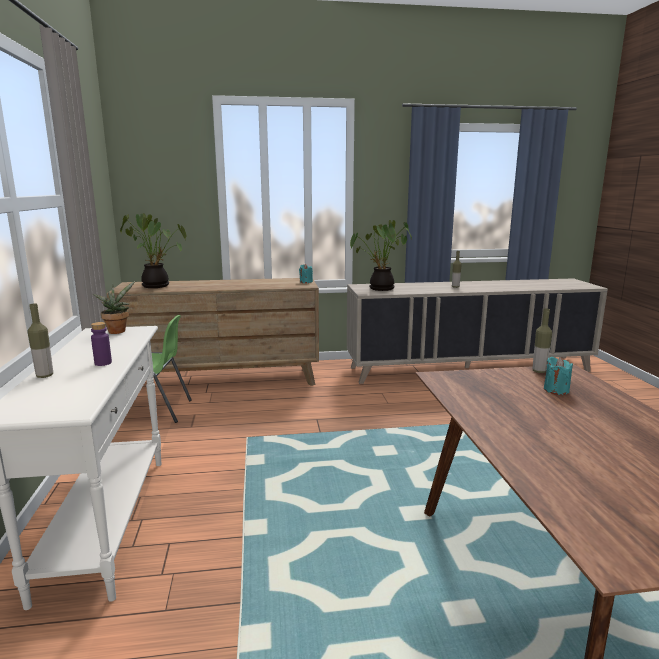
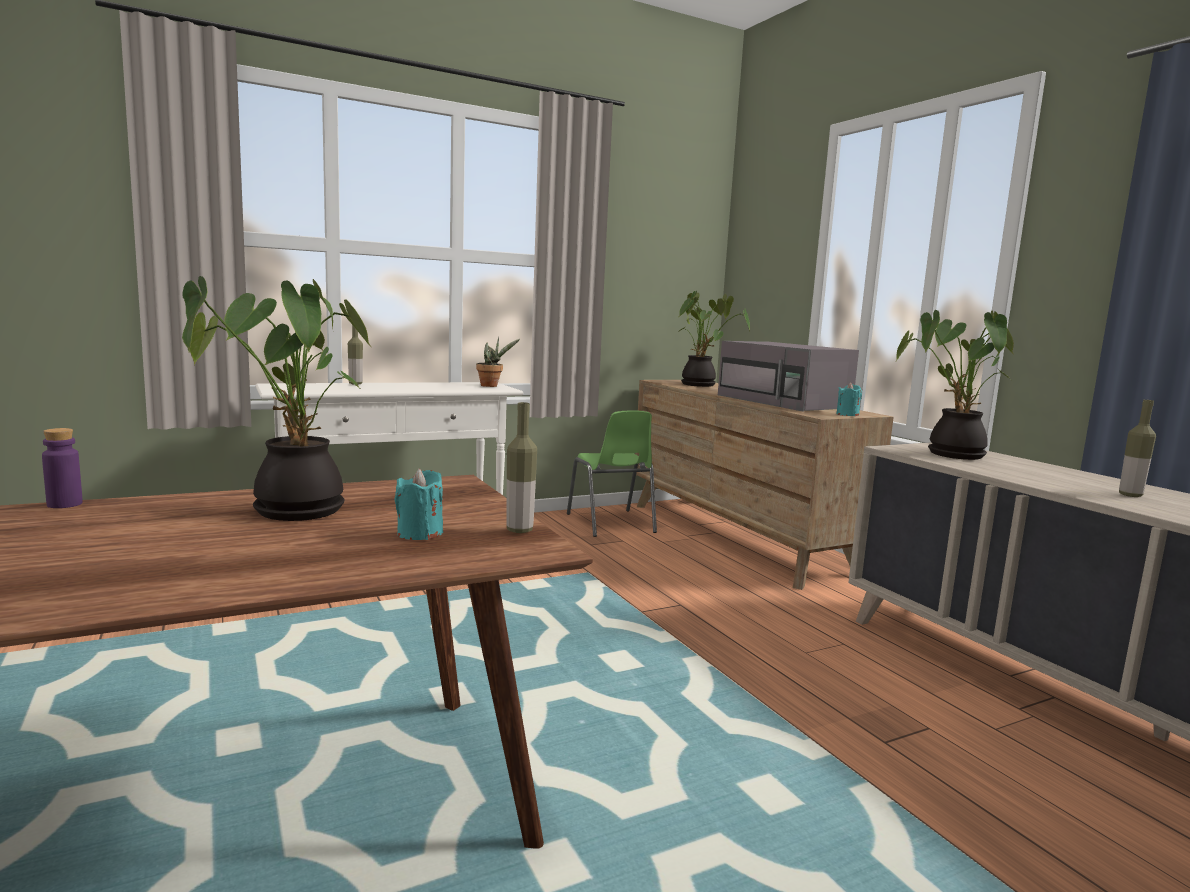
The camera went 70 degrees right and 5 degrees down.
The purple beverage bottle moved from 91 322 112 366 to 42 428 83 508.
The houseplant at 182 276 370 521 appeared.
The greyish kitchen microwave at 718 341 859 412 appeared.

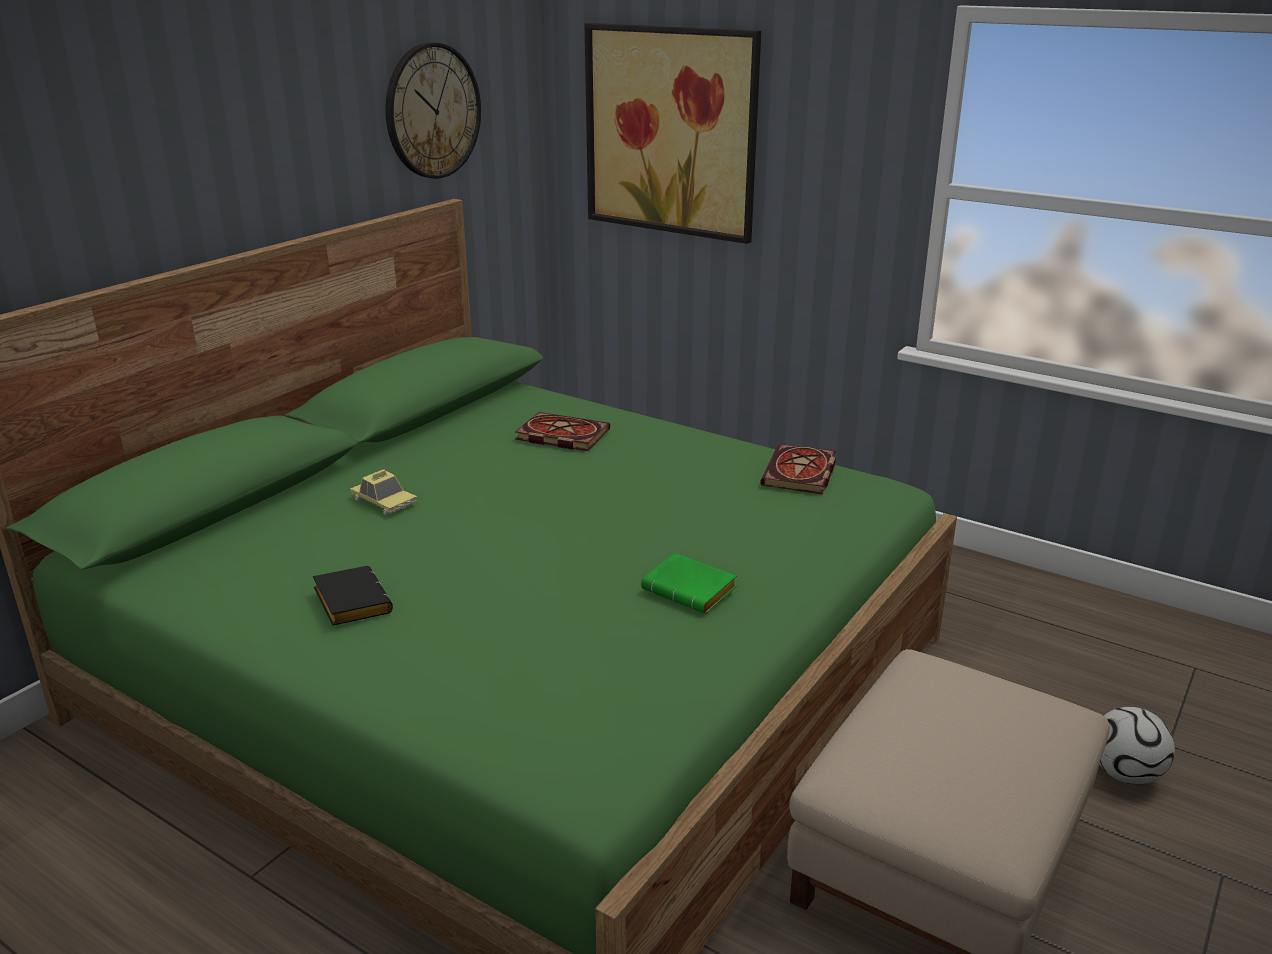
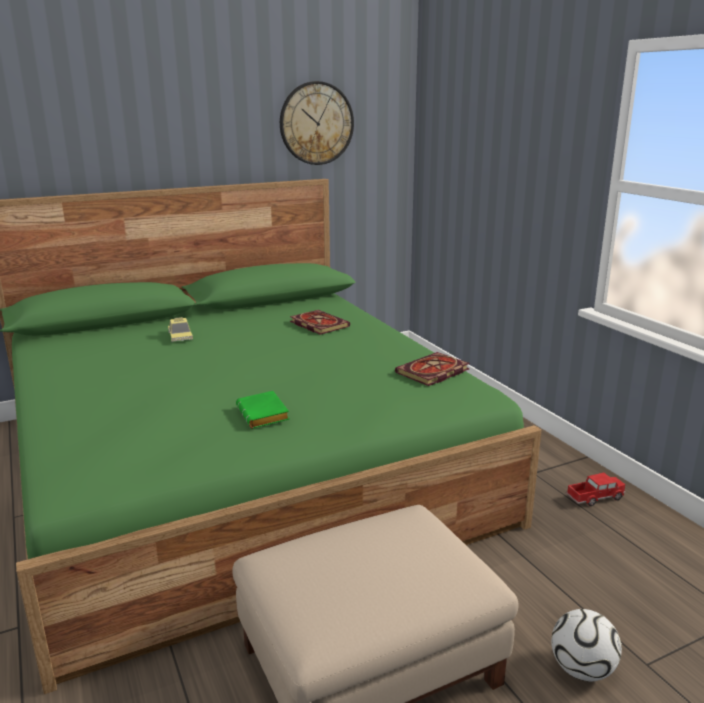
The camera went 30 degrees right and 5 degrees down.
The black-coloured volume at 313 566 393 625 disappeared.
The wall art at 584 23 761 244 disappeared.
The model truck at 566 473 625 506 appeared.

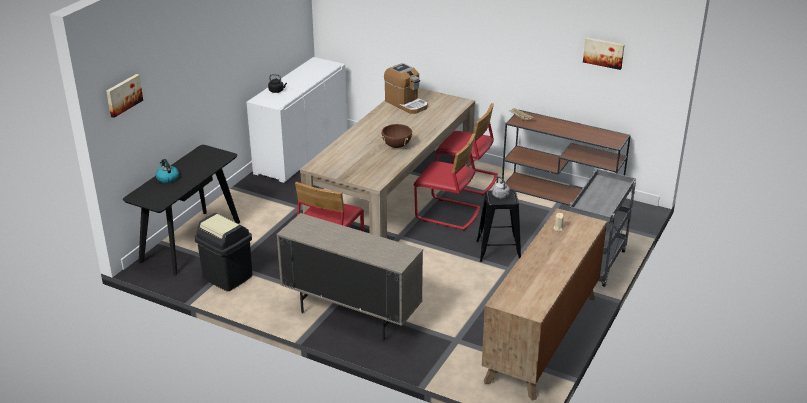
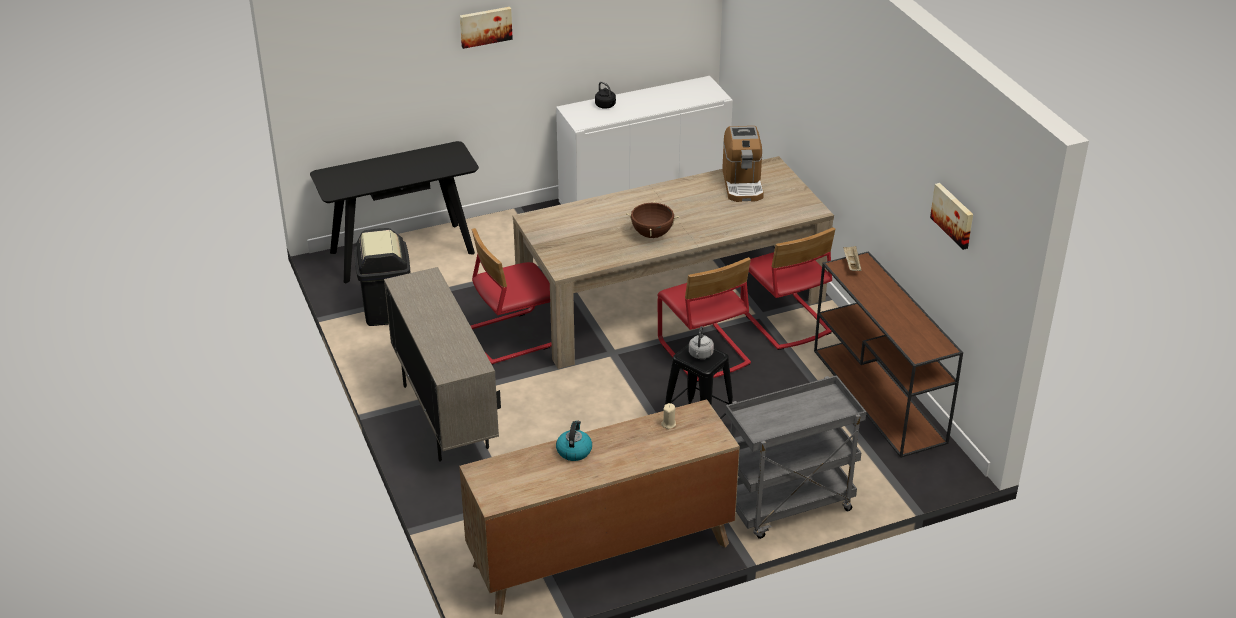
The camera went 40 degrees right and 5 degrees up.
The wall art moved from 106 74 143 118 to 460 7 513 49.
The water kettle moved from 156 159 179 183 to 556 421 592 461.

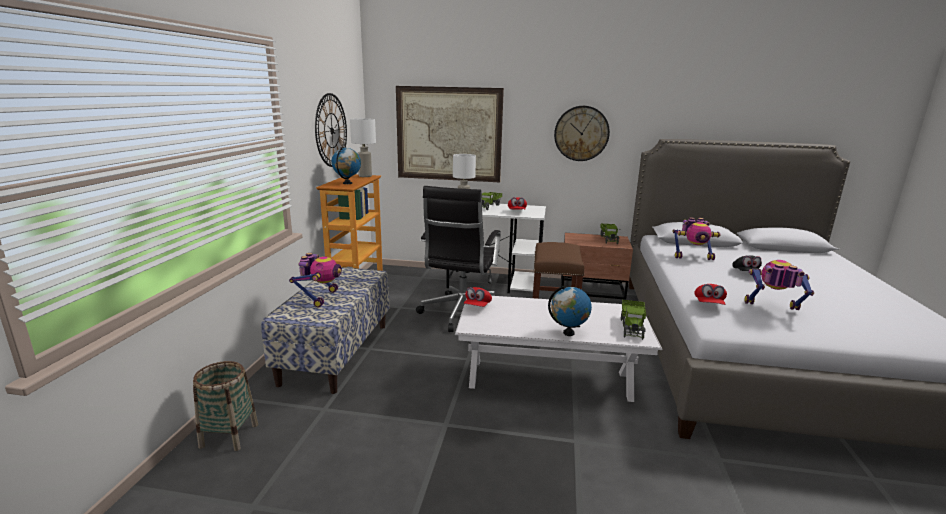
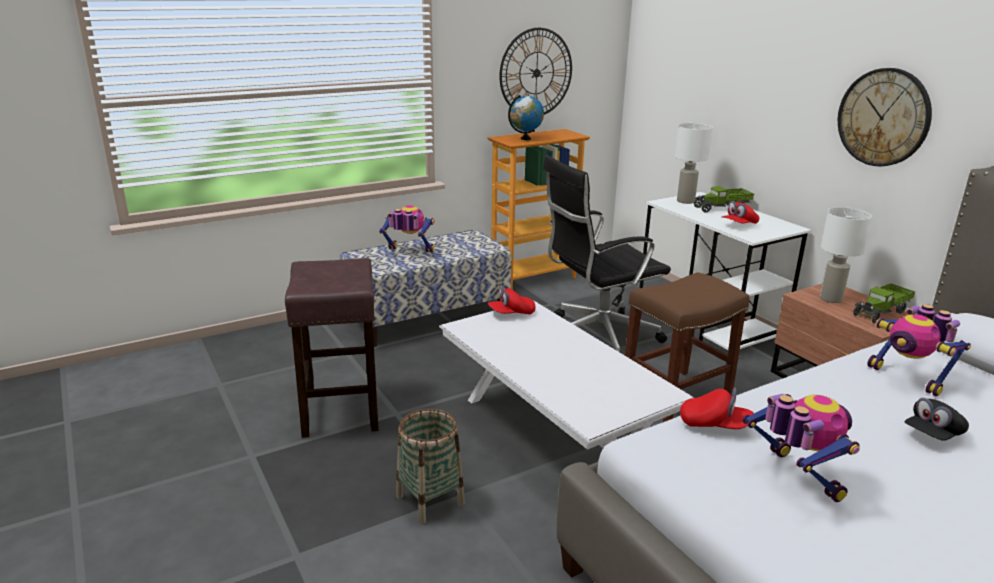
The camera went 50 degrees right and 5 degrees up.
The storage basket moved from 193 361 258 451 to 396 408 465 524.
The robot figure at 289 253 342 307 turned 135 degrees counterclockwise.
The whitish tabletop lamp moved from 350 118 376 177 to 820 207 872 303.
The wall art at 396 86 504 182 disappeared.
The globe at 548 286 592 336 disappeared.
The model truck at 621 300 649 340 disappeared.
The reddish peaked cap at 694 284 727 305 turned 135 degrees counterclockwise.
The brownish stool at 285 258 379 438 appeared.

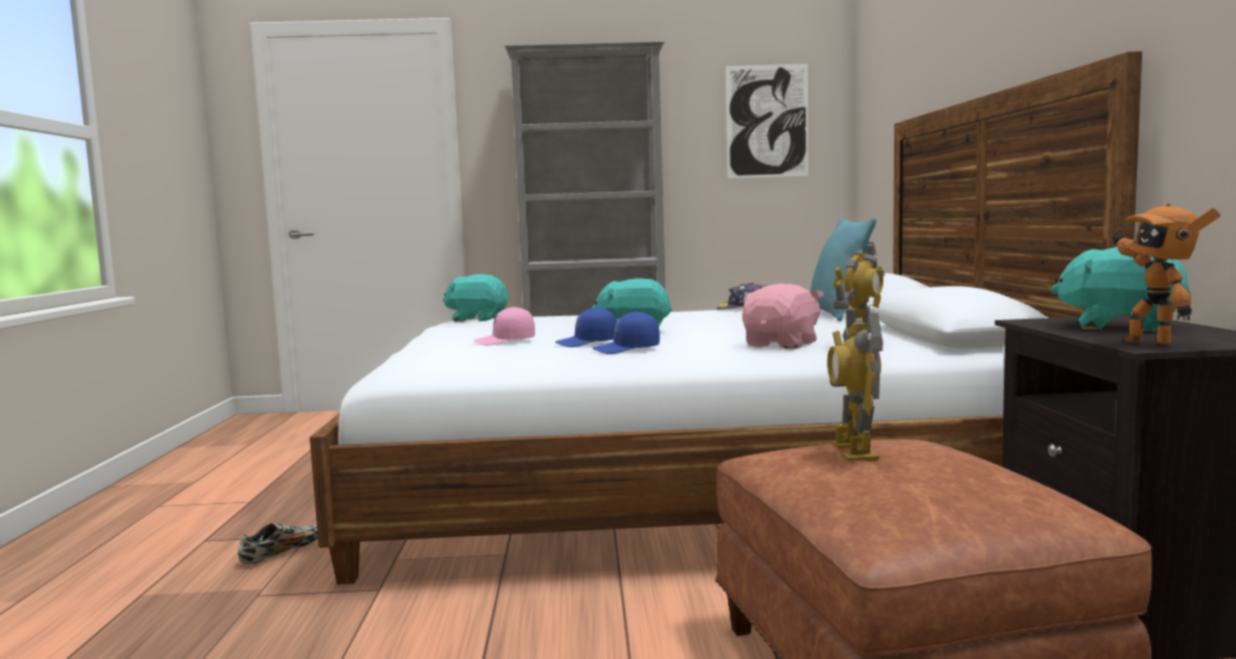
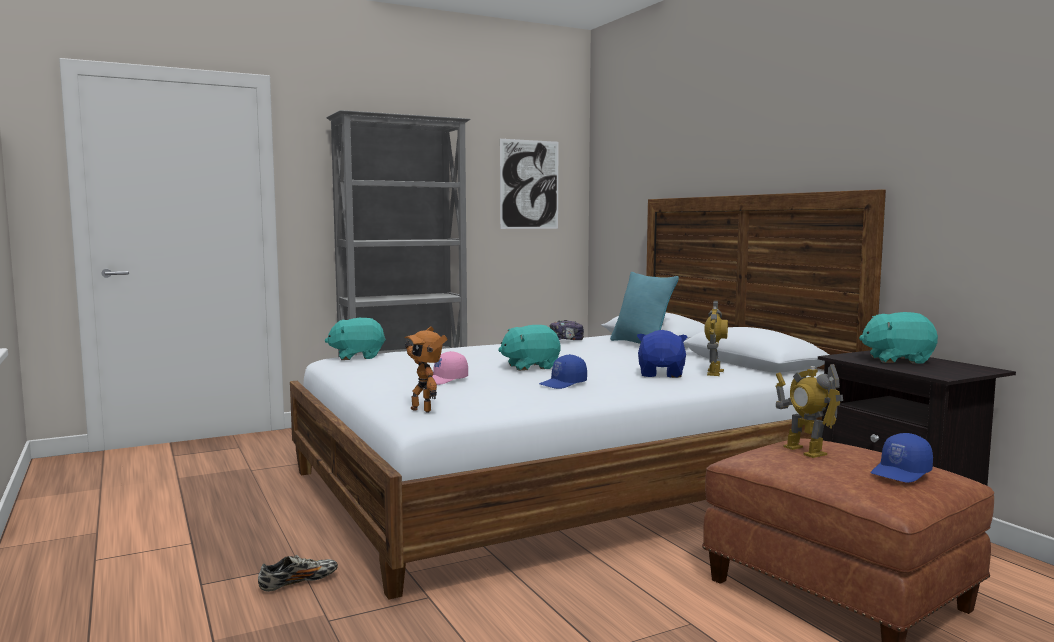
The camera went 25 degrees left and 0 degrees up.
The shoe at 238 522 318 565 turned 45 degrees clockwise.
The bluish peaked cap moved from 555 307 617 347 to 871 433 933 483.
The pink-coloured plush toy at 742 283 824 349 became the bluish plush toy at 637 330 688 378.
The robot figure moved from 1110 203 1220 346 to 404 326 448 413.

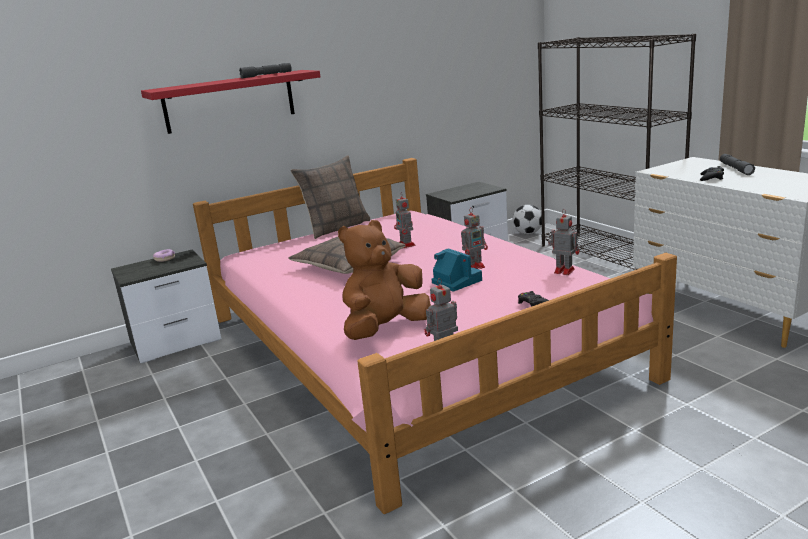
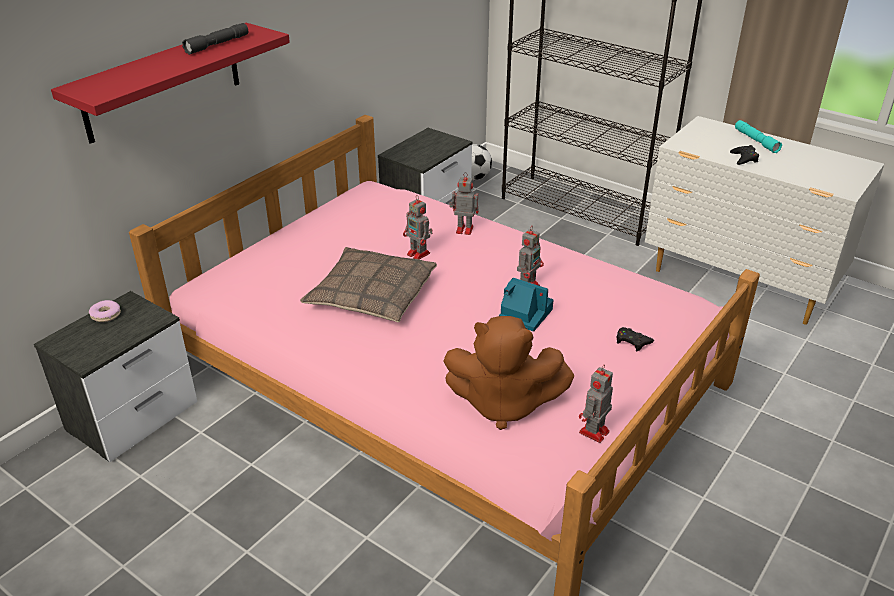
The camera went 25 degrees left and 15 degrees up.
The throw pillow at 291 155 371 239 disappeared.
The brownish plush toy at 338 220 431 340 turned 105 degrees counterclockwise.
The robot figure moved from 548 209 579 275 to 449 172 479 235.
The greyish hand torch at 720 154 755 175 became the blue-green hand torch at 735 120 782 153.

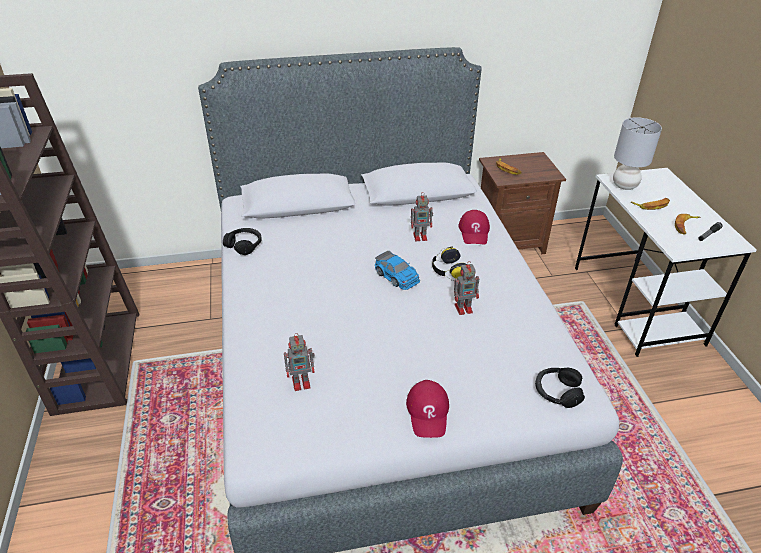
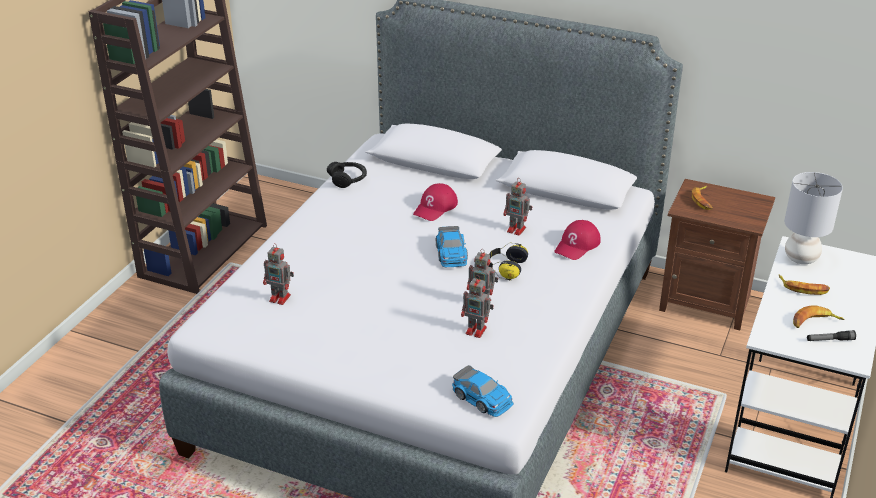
The camera went 35 degrees right and 5 degrees down.
The reddish peaked cap moved from 406 380 449 438 to 413 183 458 221.
The black-coloured headphones at 535 368 585 408 was replaced by the toy car at 452 365 514 417.
The robot figure at 461 275 494 338 appeared.

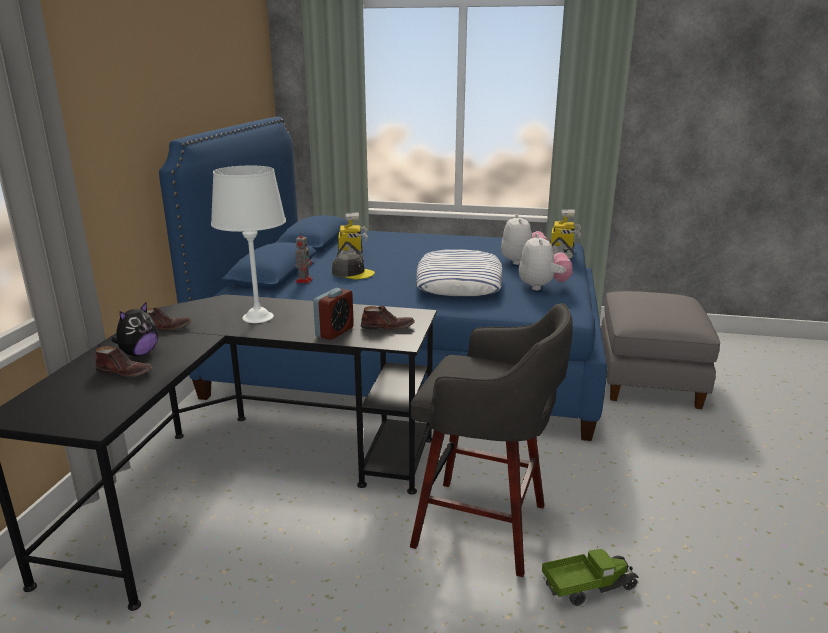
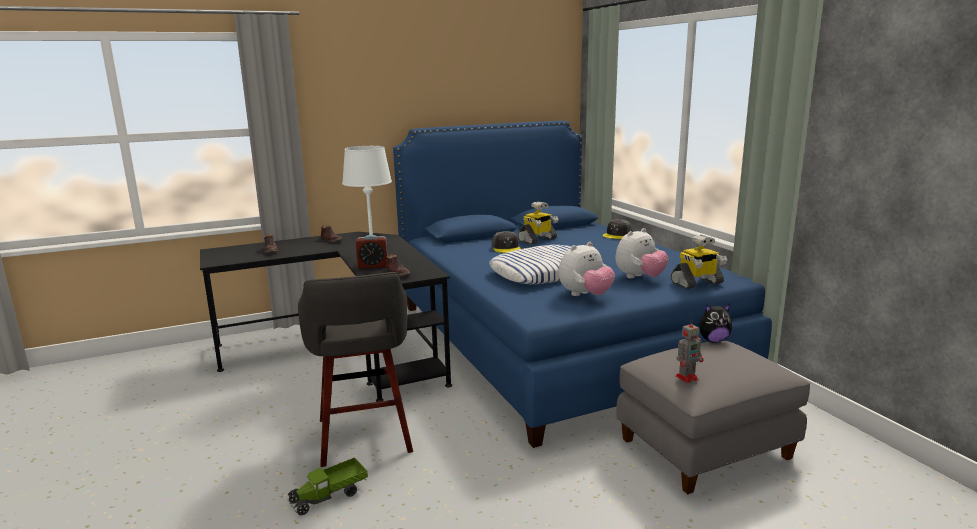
The camera went 55 degrees right and 5 degrees down.
The plush toy moved from 112 302 158 357 to 698 304 732 343.
The robot figure moved from 295 232 312 283 to 675 319 703 383.
The model truck at 542 547 639 606 turned 105 degrees clockwise.
The greyish peaked cap at 603 219 633 239 appeared.

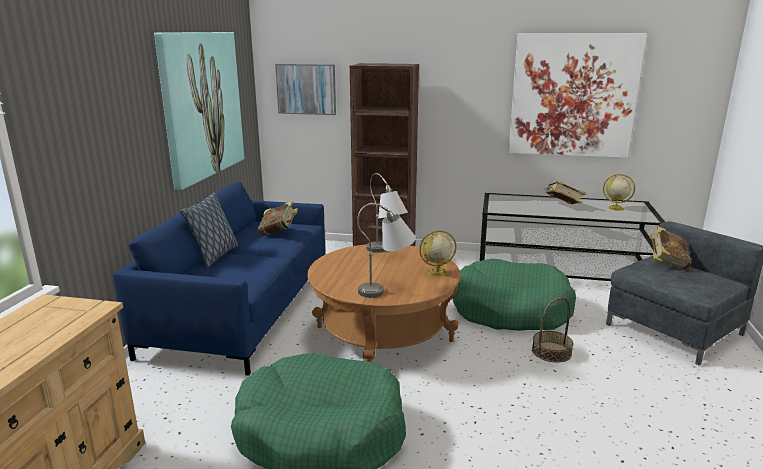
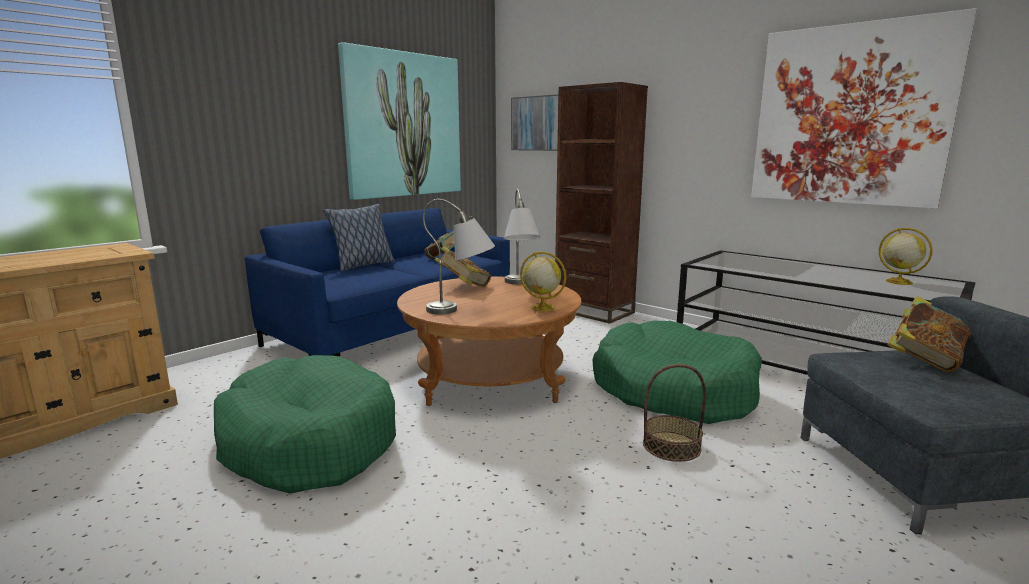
The camera went 30 degrees right and 5 degrees down.
The volume moved from 546 180 586 204 to 435 246 491 287.

